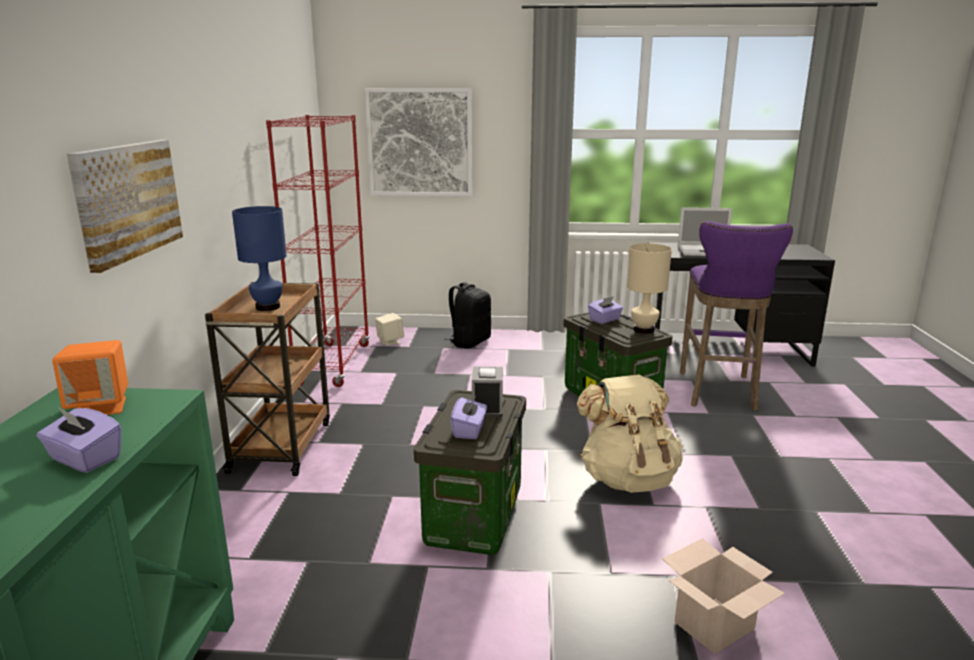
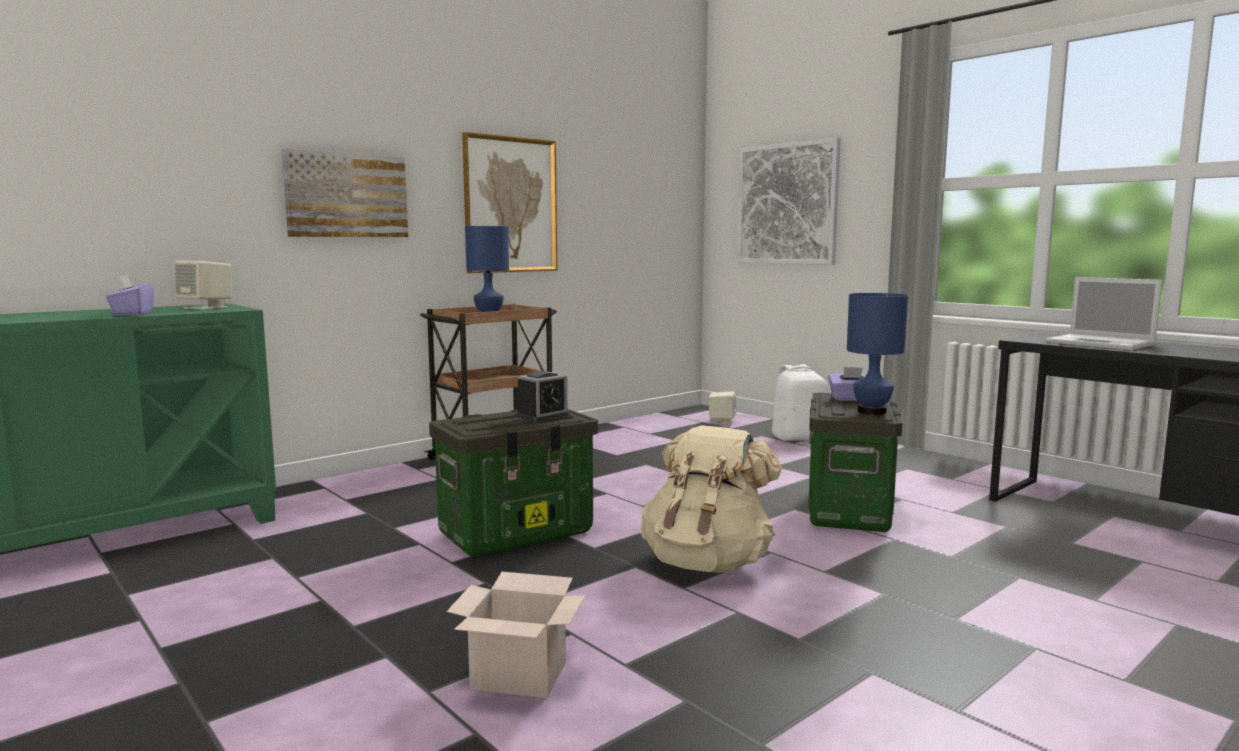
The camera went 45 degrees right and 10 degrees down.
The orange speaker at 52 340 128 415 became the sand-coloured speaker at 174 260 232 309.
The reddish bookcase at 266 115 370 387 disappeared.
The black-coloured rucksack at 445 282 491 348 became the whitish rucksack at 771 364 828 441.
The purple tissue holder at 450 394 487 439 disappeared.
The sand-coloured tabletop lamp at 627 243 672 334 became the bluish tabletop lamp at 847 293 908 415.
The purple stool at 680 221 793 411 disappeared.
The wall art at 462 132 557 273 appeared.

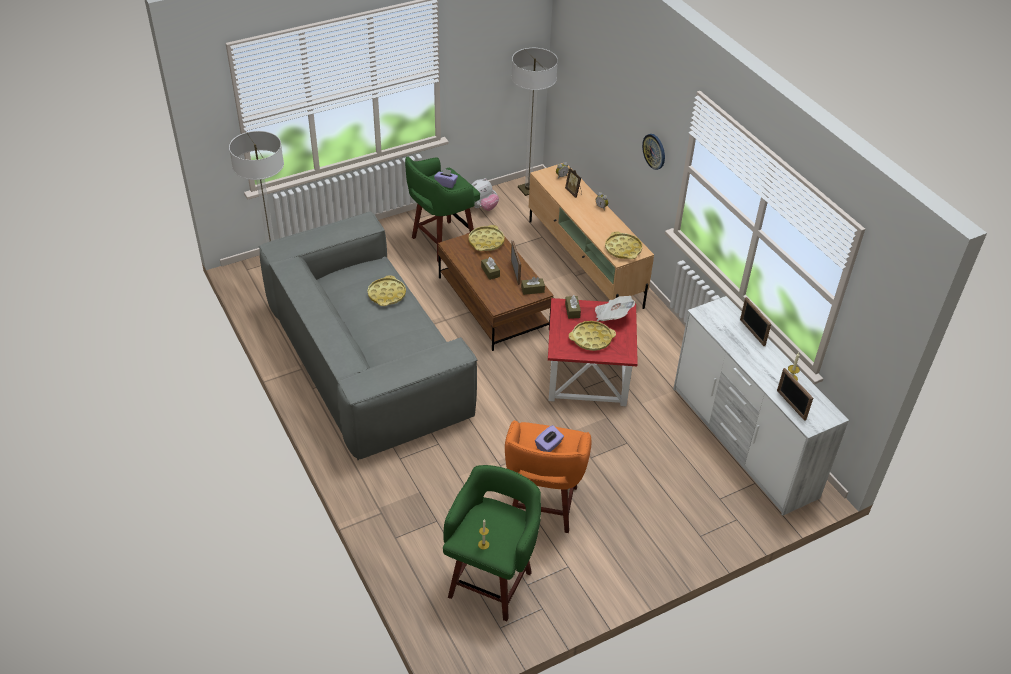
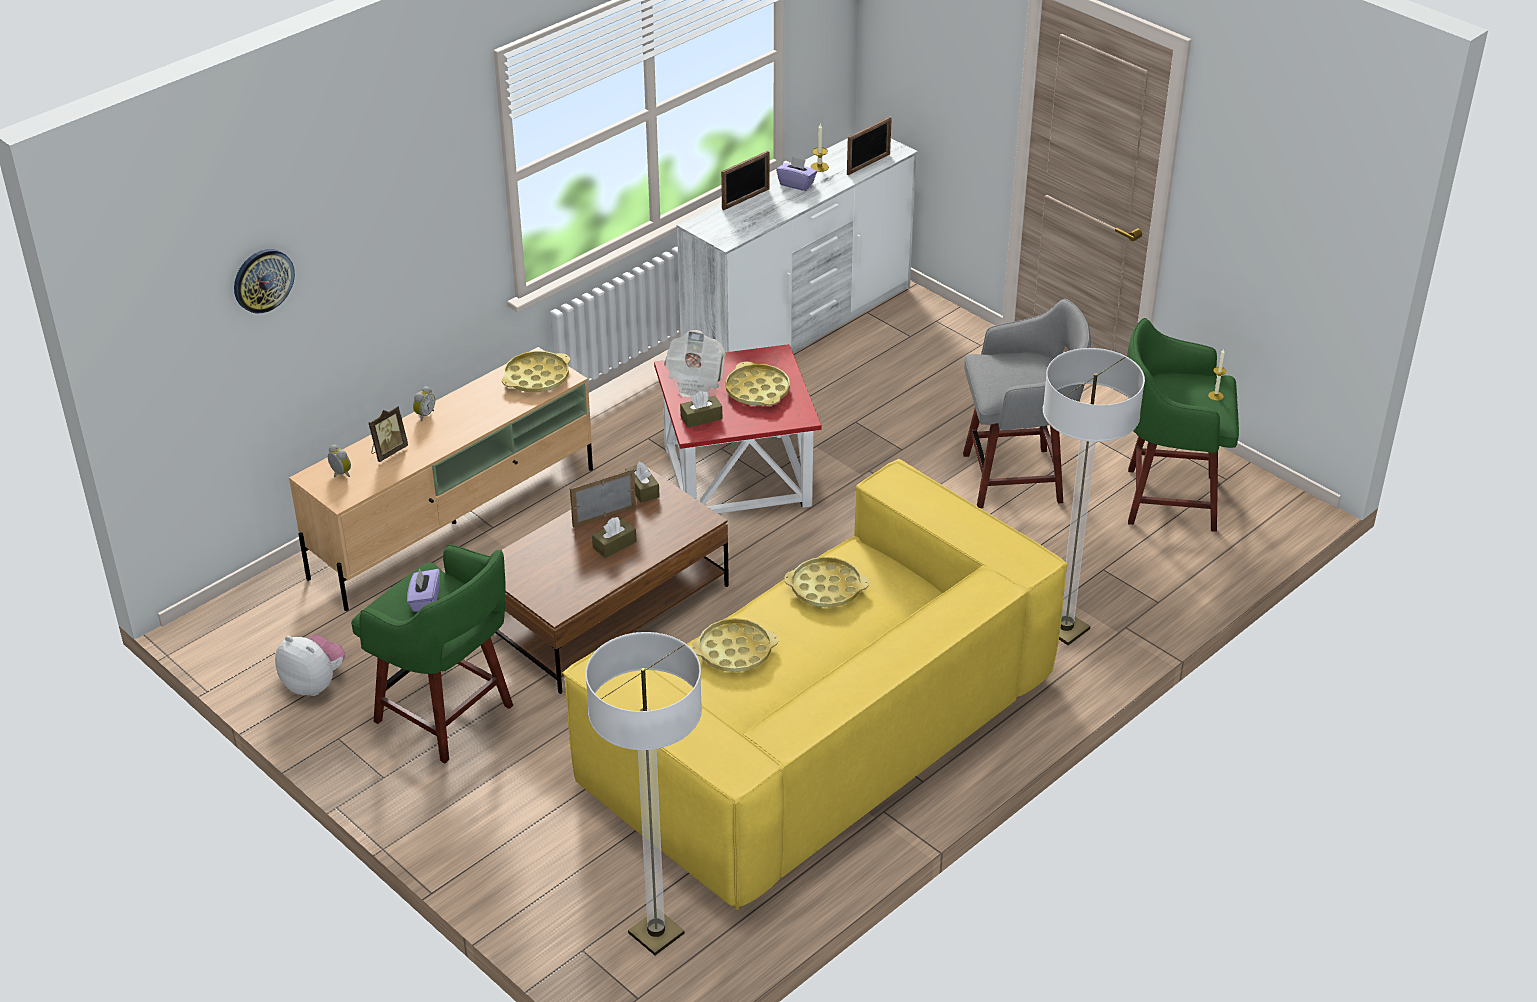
The camera went 105 degrees left and 5 degrees down.
The greyish sofa at 259 211 477 460 became the yellow-coloured sofa at 562 459 1068 910.
The yellow-coloured tray moved from 469 225 504 251 to 784 557 869 607.
The orange stool at 505 420 591 533 became the greyish stool at 963 299 1091 508.
The standing lamp moved from 511 48 558 196 to 1043 348 1145 645.
The purple tissue holder moved from 535 425 564 452 to 776 156 817 191.
The clock on the wall moved from 642 134 665 170 to 234 249 295 313.

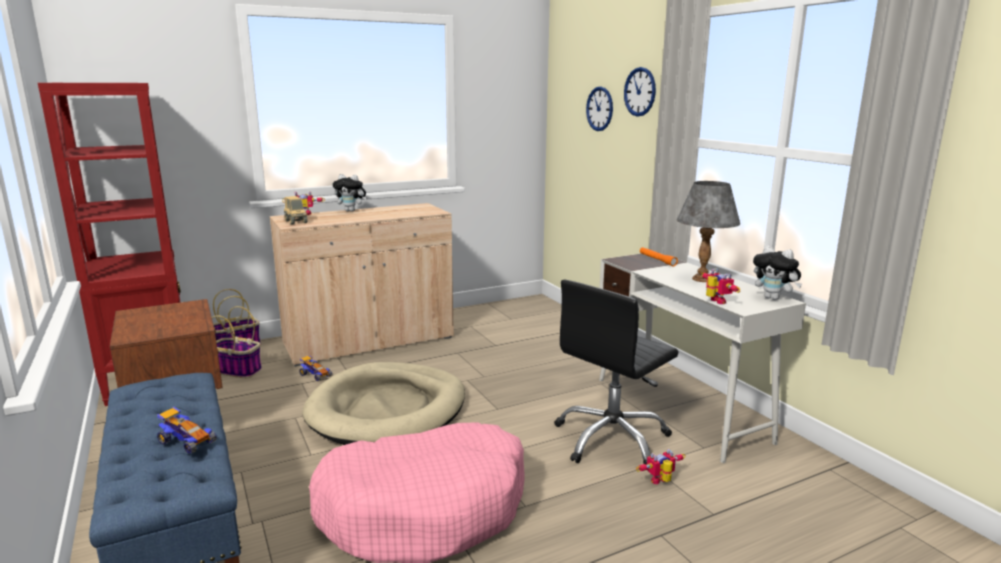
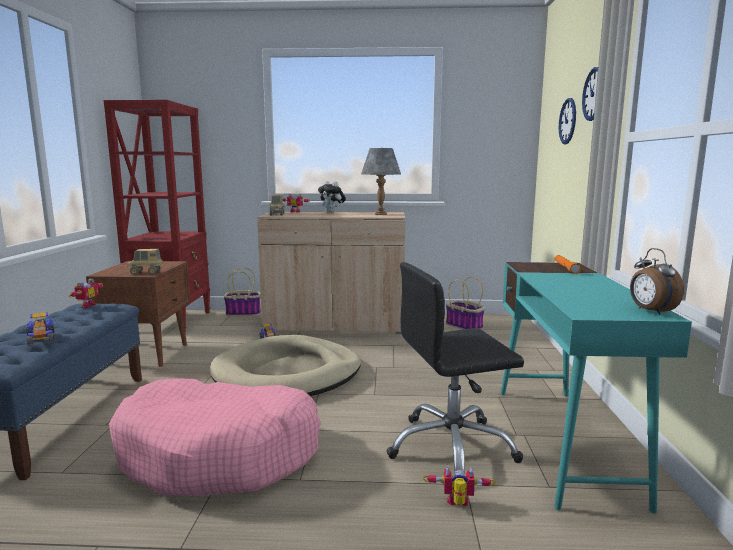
The camera went 30 degrees right and 5 degrees down.
The storage basket moved from 212 306 262 378 to 446 276 485 329.
The whitish desk table at 599 254 806 463 became the blue-green desk table at 501 262 692 513.
The greyish tabletop lamp moved from 677 181 740 282 to 361 148 401 215.
The robot figure moved from 701 268 740 304 to 69 279 103 308.
The plush toy at 753 246 802 300 was replaced by the bedside clock at 630 248 684 315.
The model truck at 127 249 163 275 appeared.

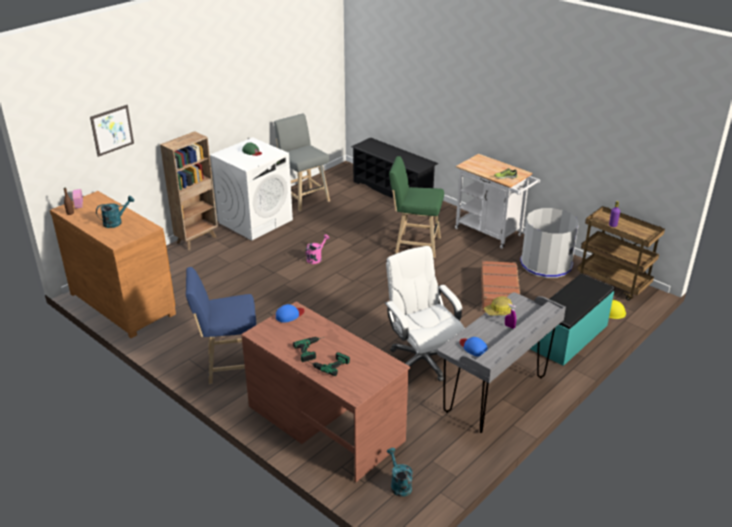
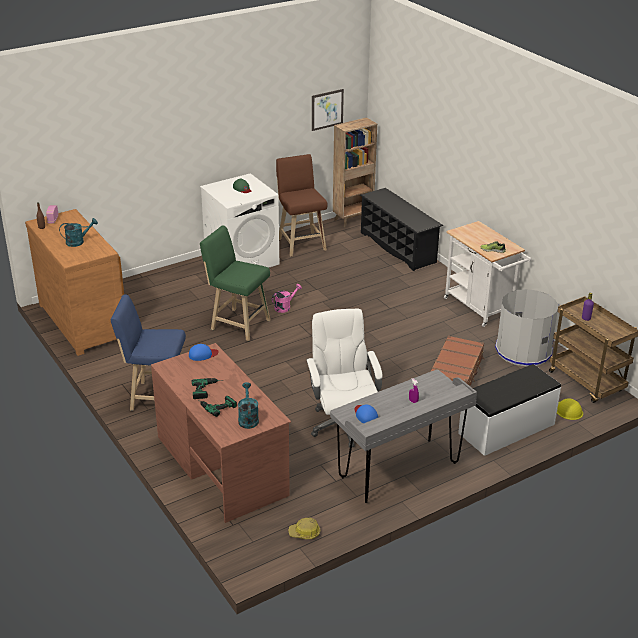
The camera went 15 degrees right and 0 degrees up.
The wall art moved from 90 105 134 157 to 312 89 344 131.
The brownish bookcase moved from 160 131 218 250 to 333 117 377 228.
The greyish stool at 274 114 330 212 became the brownish stool at 276 154 328 257.
The blue-green watering pot moved from 387 448 413 497 to 238 382 259 429.
The green stool moved from 389 156 444 258 to 200 226 271 341.
The work helmet moved from 484 296 512 315 to 289 518 320 539.
The blue-green indoor bench at 530 274 615 366 became the whitish indoor bench at 458 364 561 456.

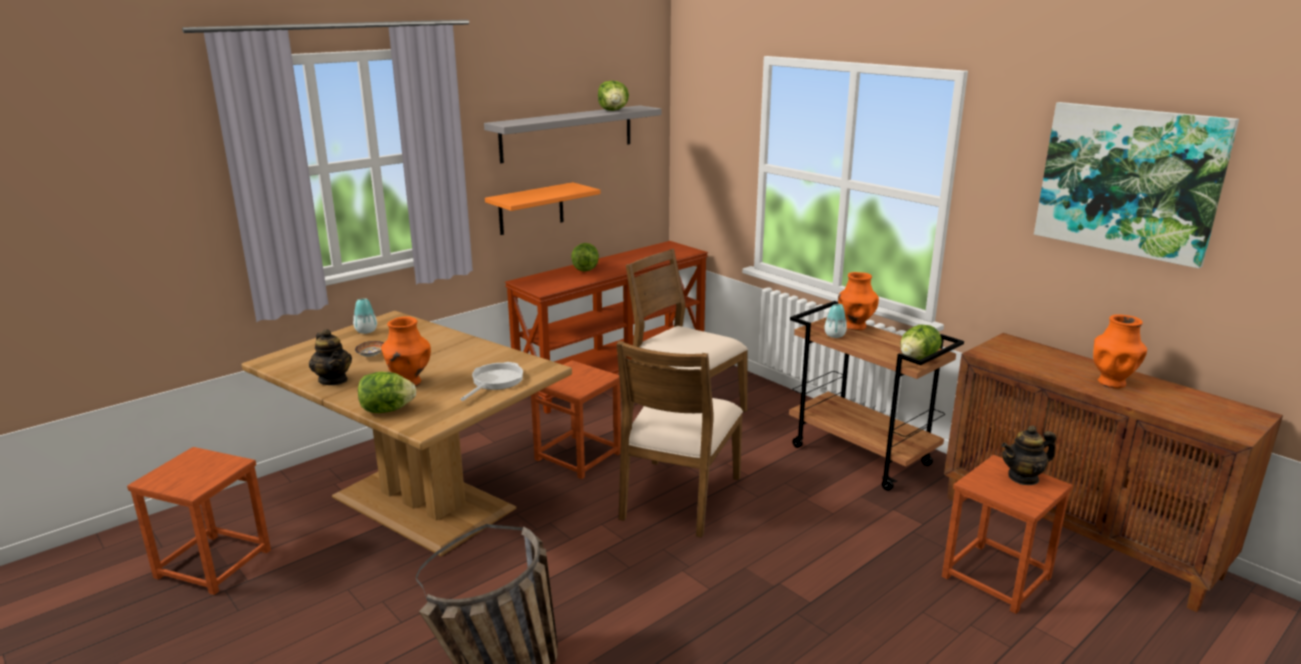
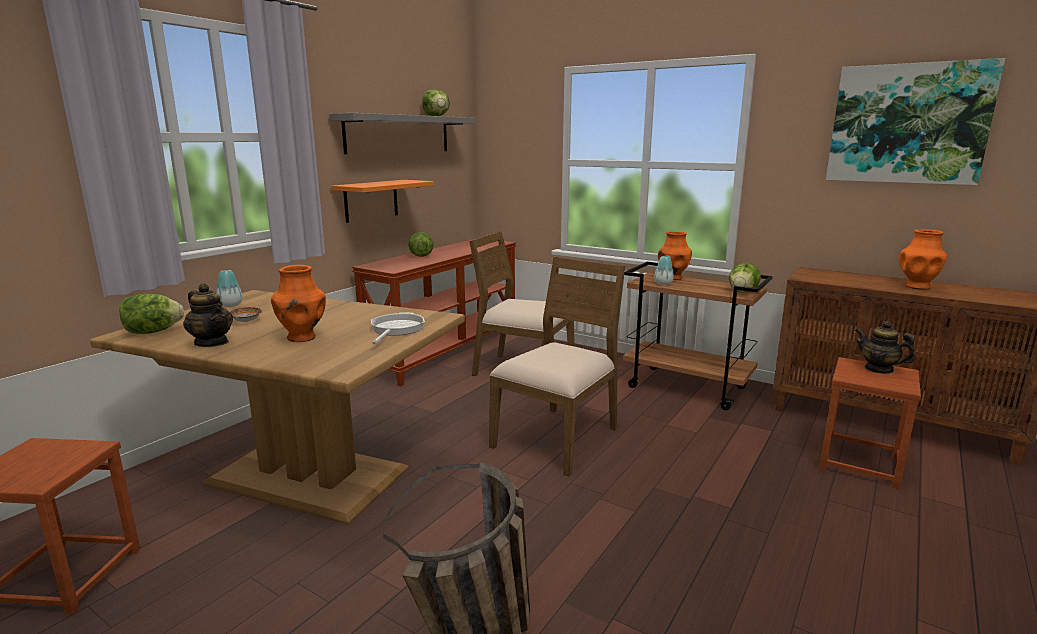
The camera went 15 degrees left and 5 degrees down.
The head of lettuce moved from 358 371 416 413 to 120 293 184 334.
The brownish stool at 531 360 621 479 disappeared.
The brownish chair at 617 341 743 538 turned 150 degrees counterclockwise.
The teapot at 1002 425 1056 485 turned 75 degrees clockwise.

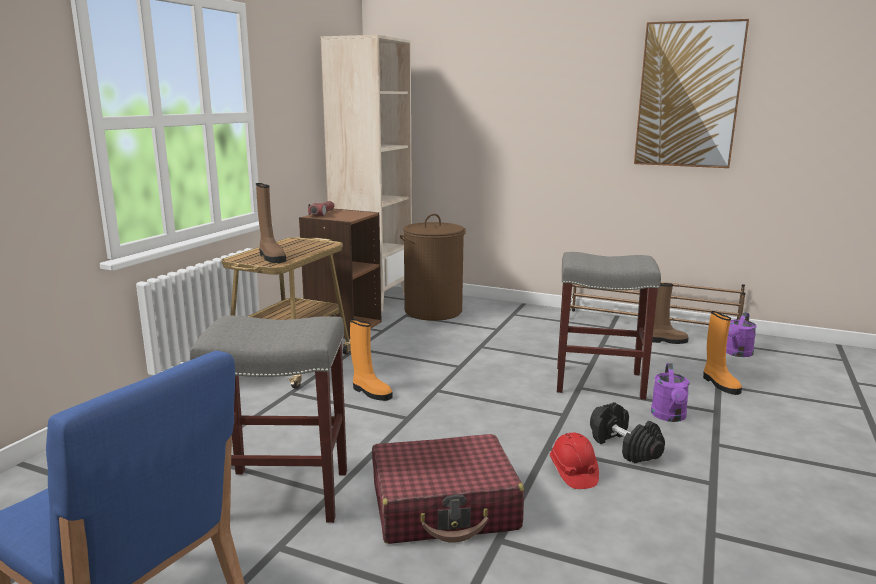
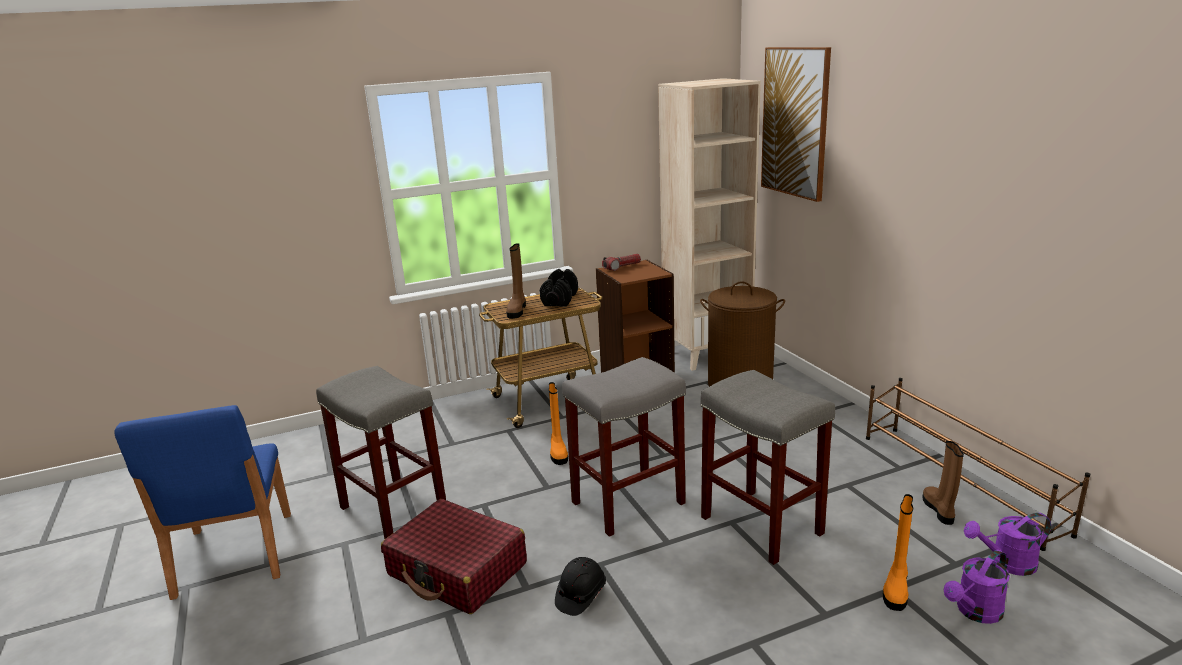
The camera went 45 degrees right and 5 degrees up.
The reddish work helmet at 550 433 599 489 became the black-coloured work helmet at 555 557 606 616.
The black-coloured hand weight moved from 590 402 665 463 to 540 269 578 307.
The wall art moved from 634 19 749 168 to 761 47 831 202.
The purple watering pot moved from 651 363 690 422 to 944 549 1010 624.
The brownish tall boot at 652 283 689 344 turned 135 degrees counterclockwise.
The greyish stool at 562 357 686 537 appeared.

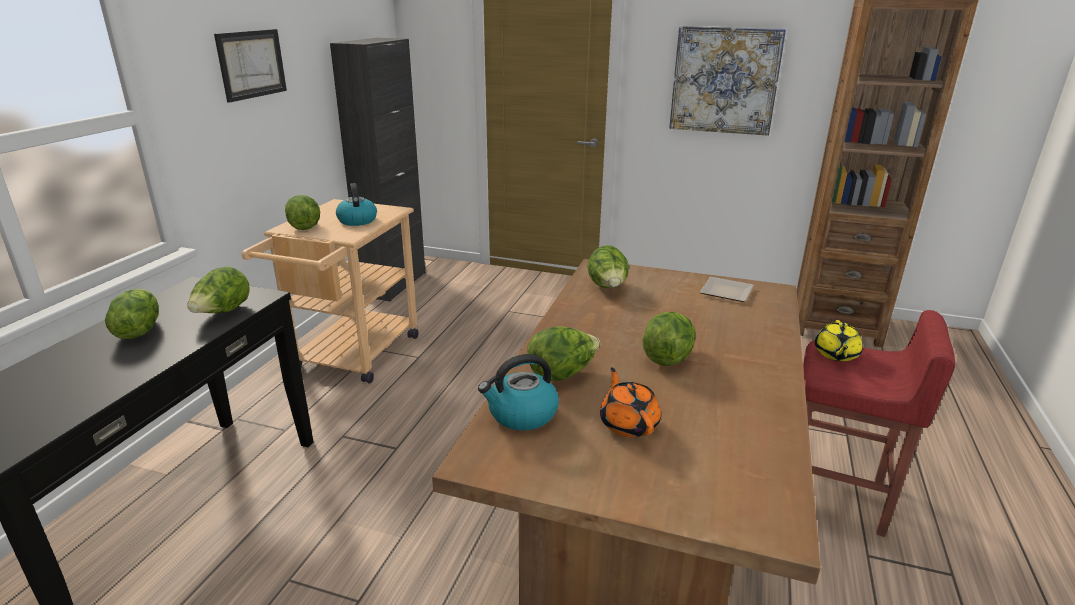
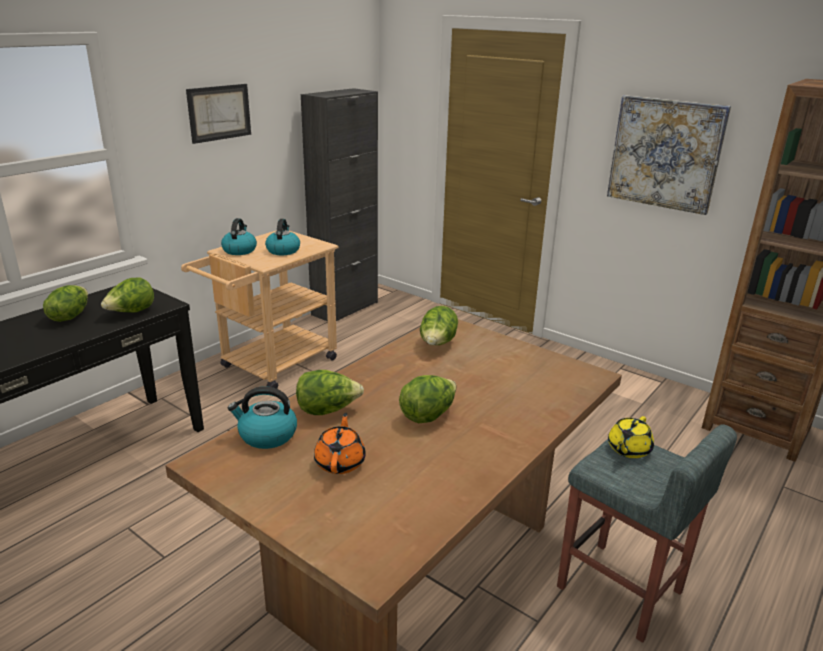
The camera went 20 degrees right and 0 degrees up.
The head of lettuce at 285 195 320 230 was replaced by the water kettle at 221 218 257 255.
The flat dish at 700 277 754 302 disappeared.
The reddish stool at 803 310 955 537 became the greyish stool at 557 424 737 643.

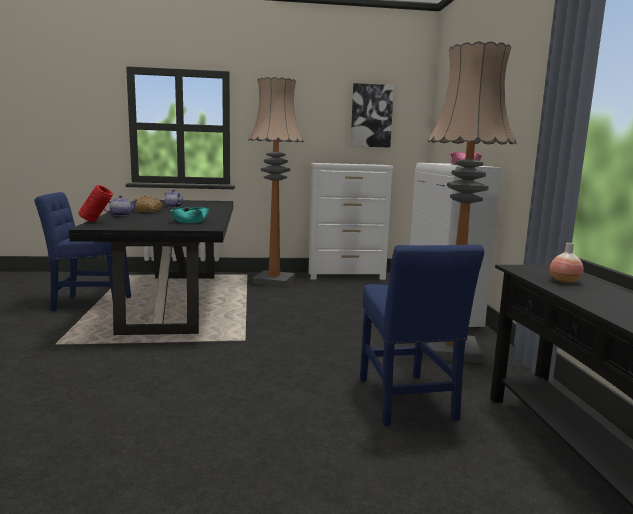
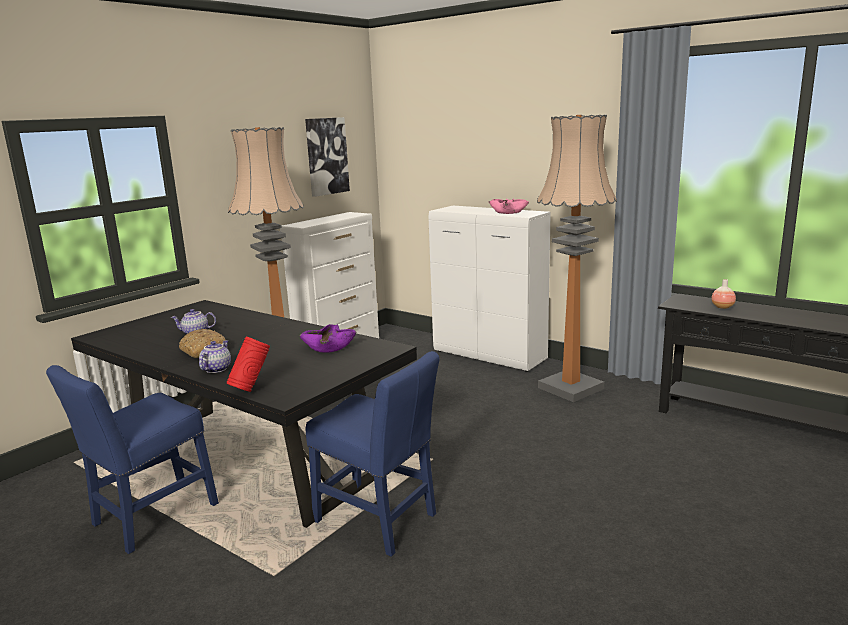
The camera went 45 degrees left and 5 degrees up.
The blue-green deep dish at 170 207 210 223 became the purple deep dish at 300 324 356 353.
The bluish chair moved from 360 244 484 426 to 306 351 440 557.

